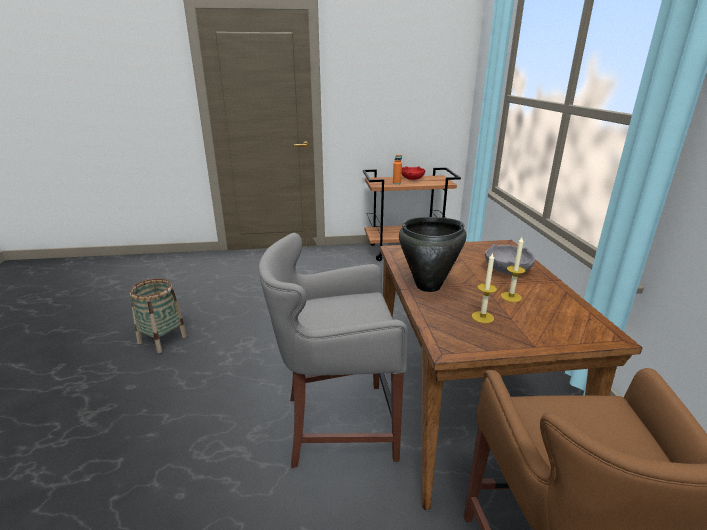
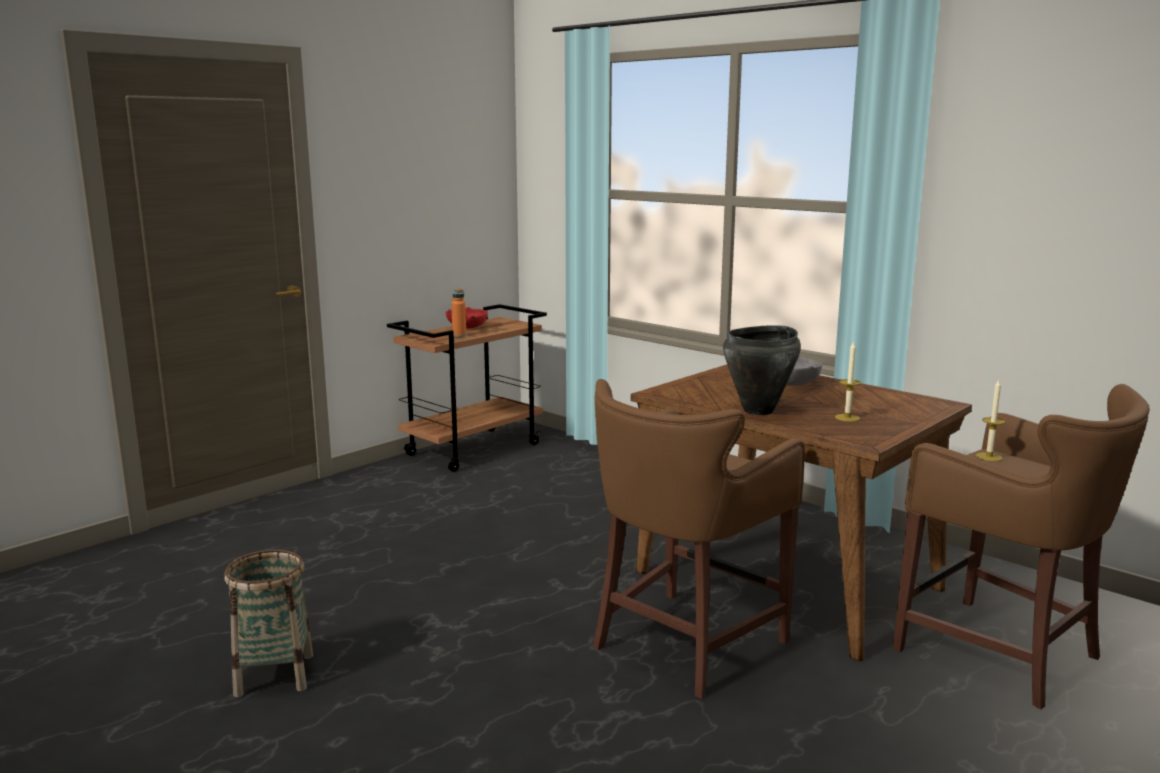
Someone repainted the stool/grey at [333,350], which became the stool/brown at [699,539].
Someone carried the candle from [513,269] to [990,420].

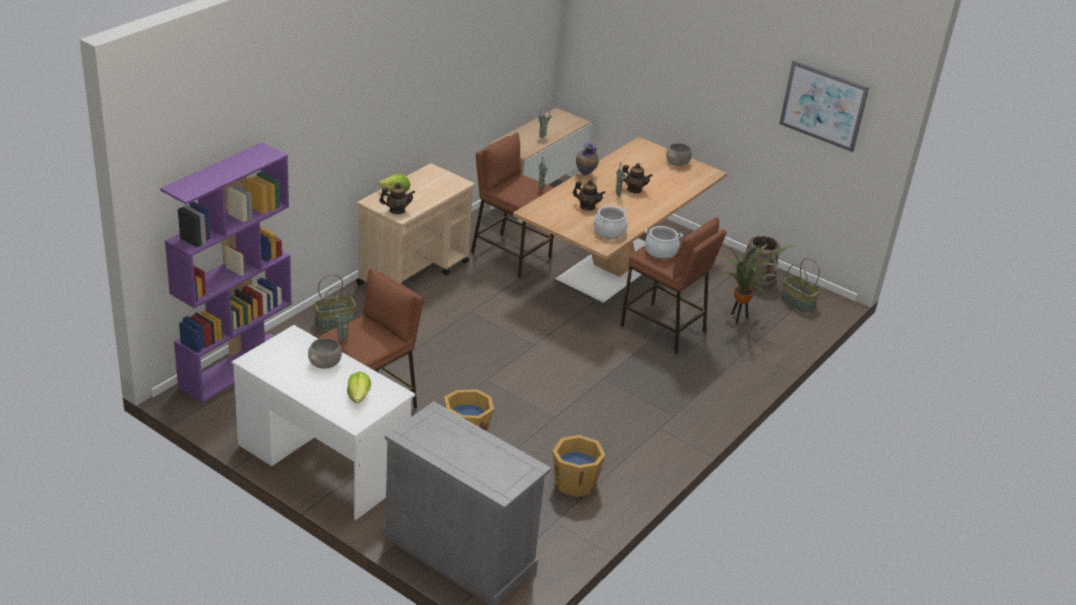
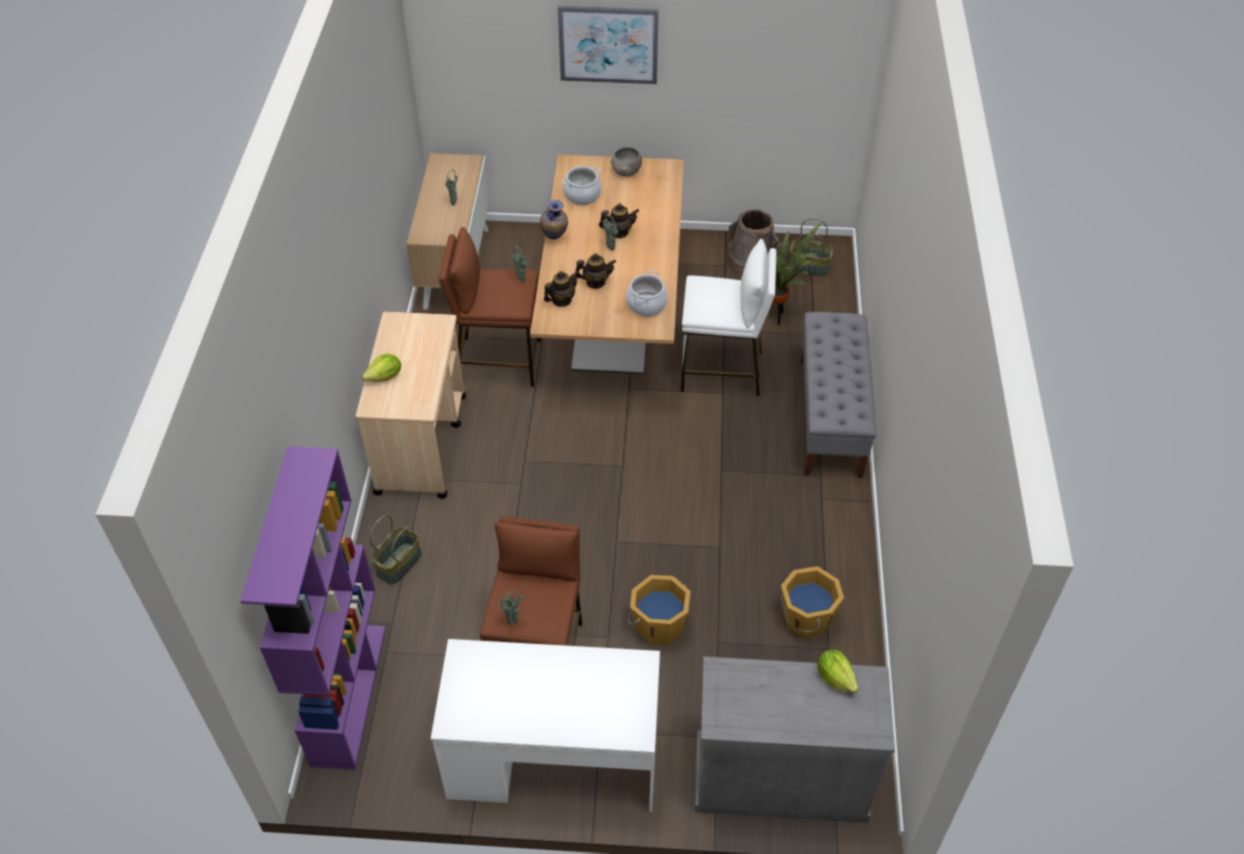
Someone carried the picture from [824,106] to [608,45].
Someone carried the teapot from [397,198] to [561,289].
Someone repainted the stool/brown at [673,285], which became the stool/white at [729,317].
Someone carried the cooking pot from [664,242] to [582,185].
Someone took away the bowl/grey at [325,353].
Someone carried the lettuce from [359,387] to [838,671].
Someone put down the bench/grey at [838,395].

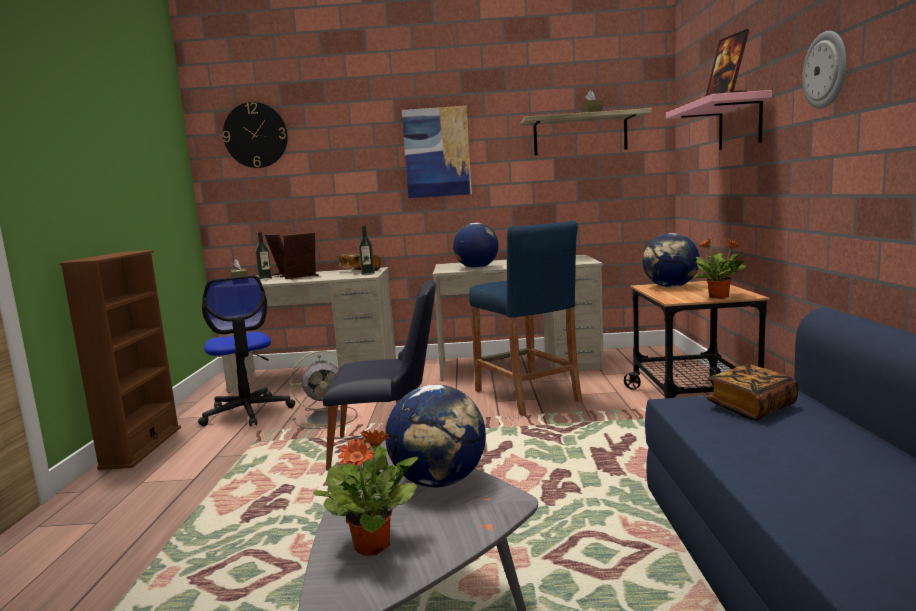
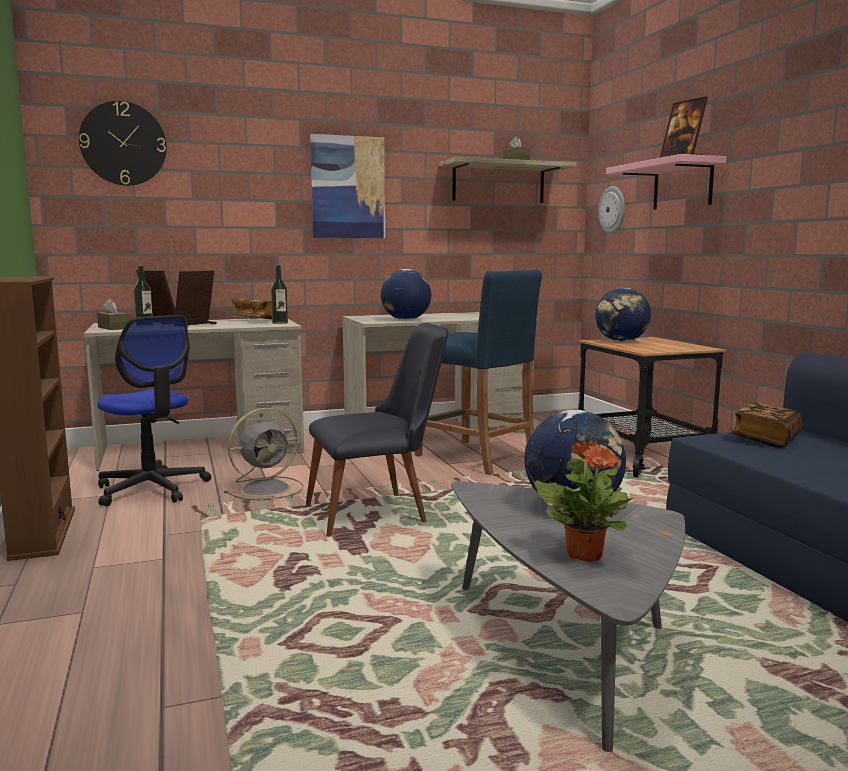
Someone carried the wall clock from [824,70] to [611,209].
Someone took away the potted plant at [720,268].

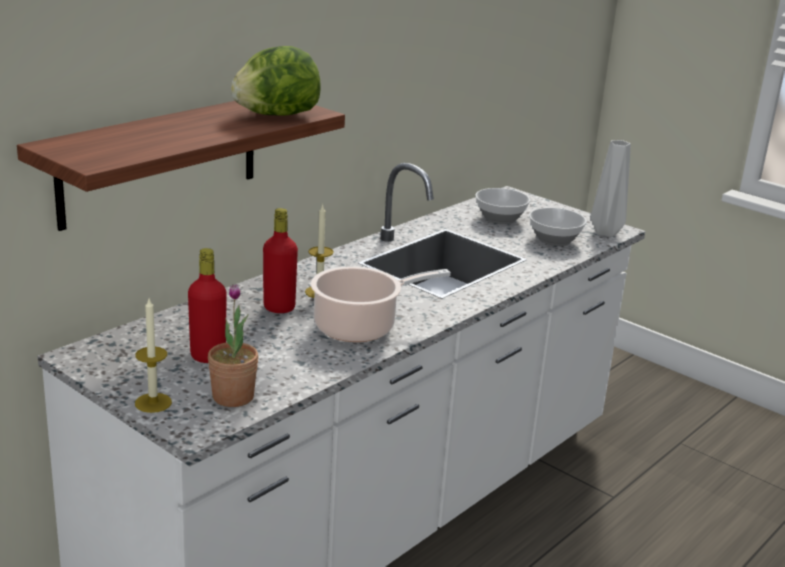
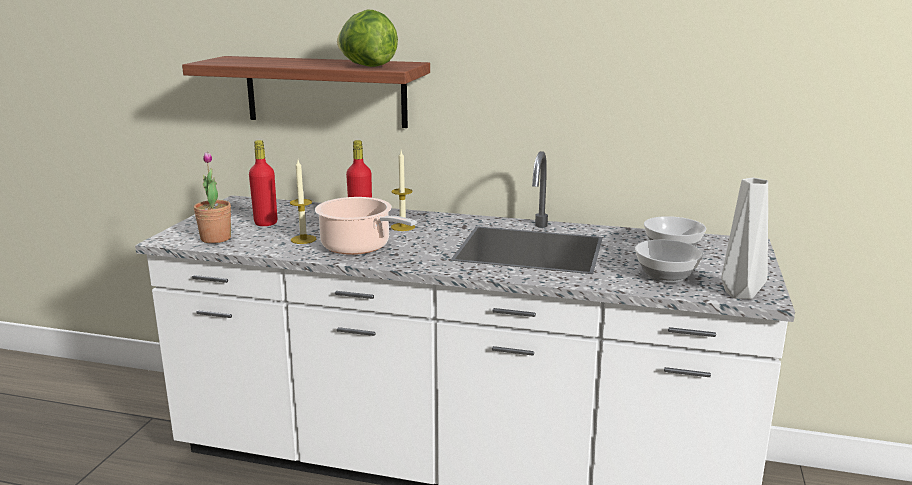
Someone carried the candle from [153,355] to [303,202].

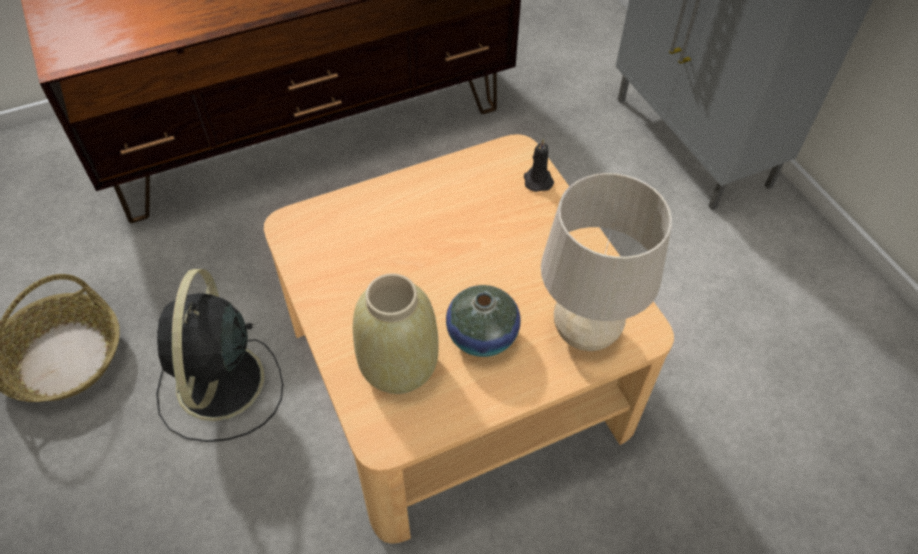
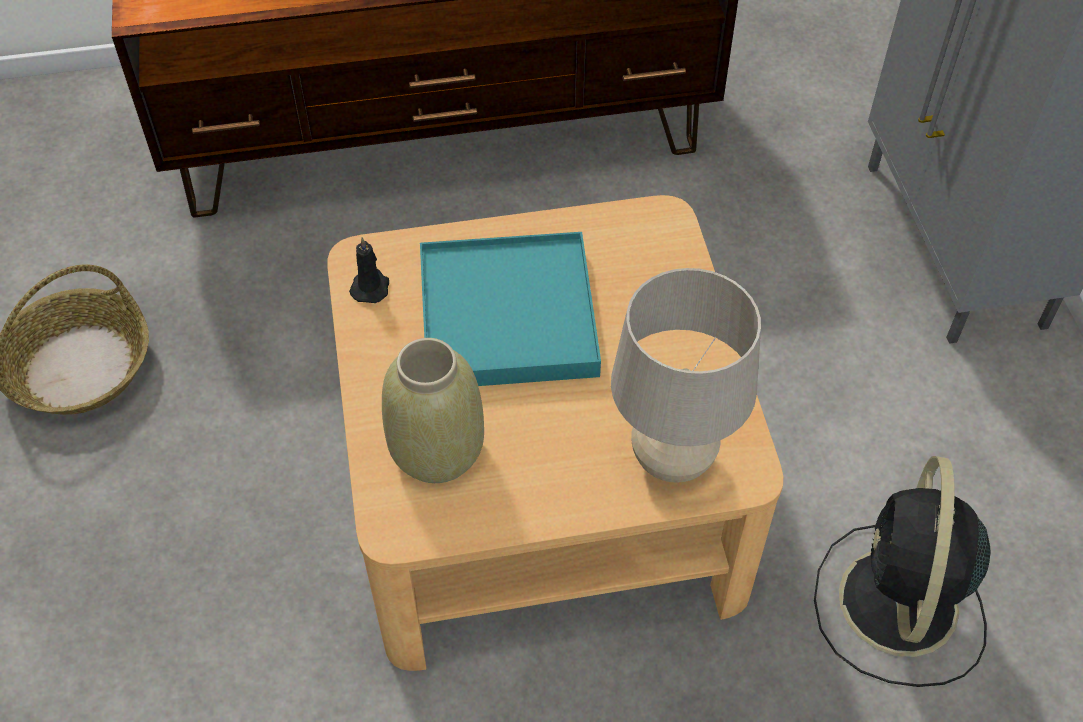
Someone carried the candle/black from [539,165] to [369,270].
Someone carried the fan/black from [219,355] to [902,571].
Someone took away the vase at [483,321].
Someone put down the tray/turquoise at [510,309].

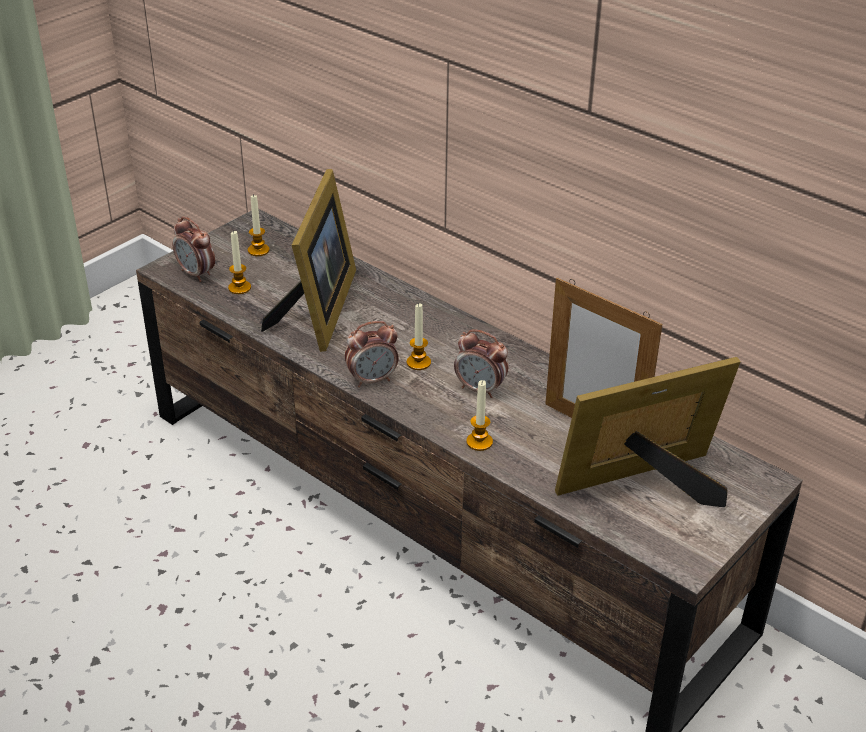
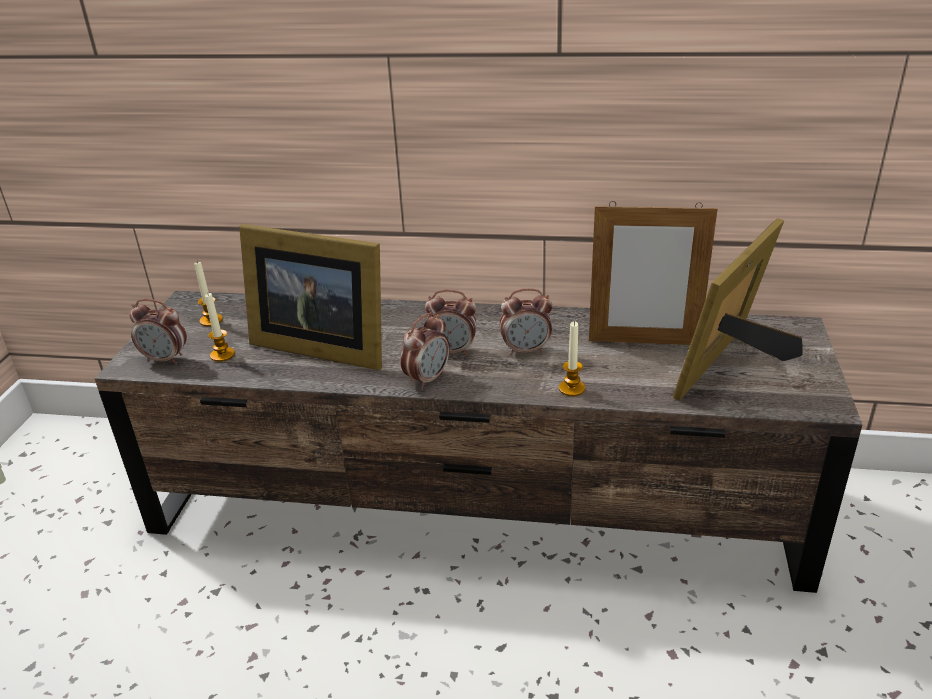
Someone rotated the picture frame at [308,260] by 135 degrees clockwise.
Someone swapped the candle at [419,337] for the alarm clock at [450,322].

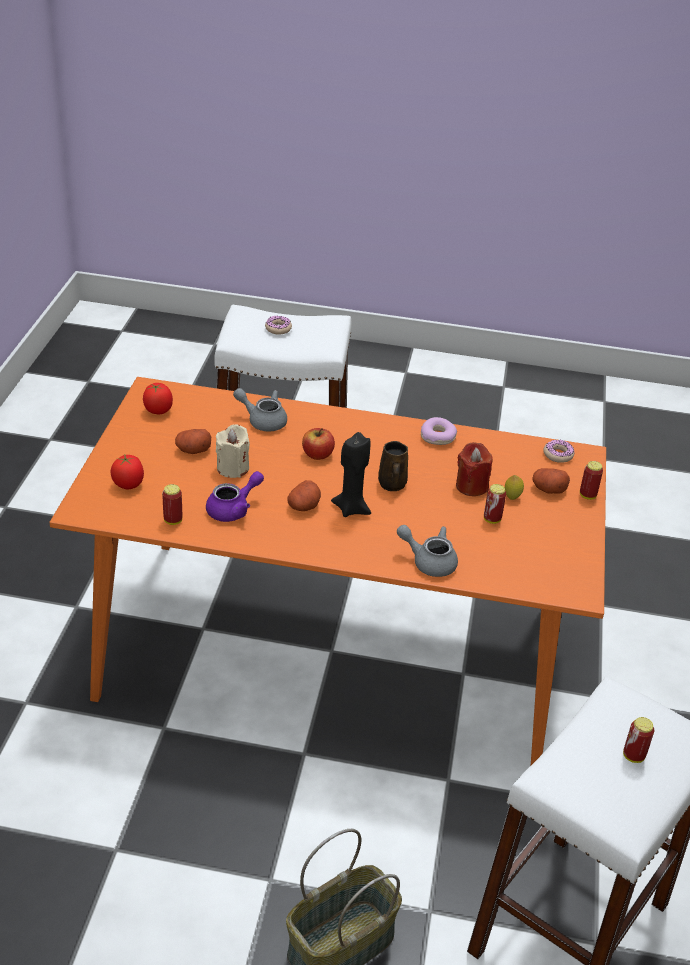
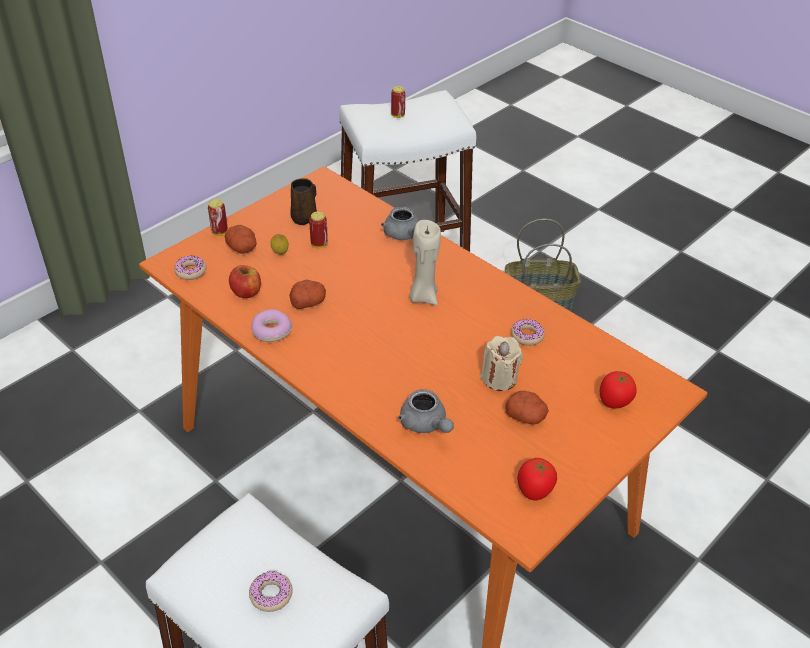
Someone carried the apple from [318,444] to [245,281].
Someone repainted the candle/black at [351,474], which became the candle/beige at [425,262].
Someone carried the mug/brown from [393,466] to [303,201].
Someone took away the candle/red at [474,469].
Someone swapped the teapot/purple at [235,496] for the donut at [528,332].
Someone carried the potato from [304,495] to [308,294].
Someone took away the can at [172,504].

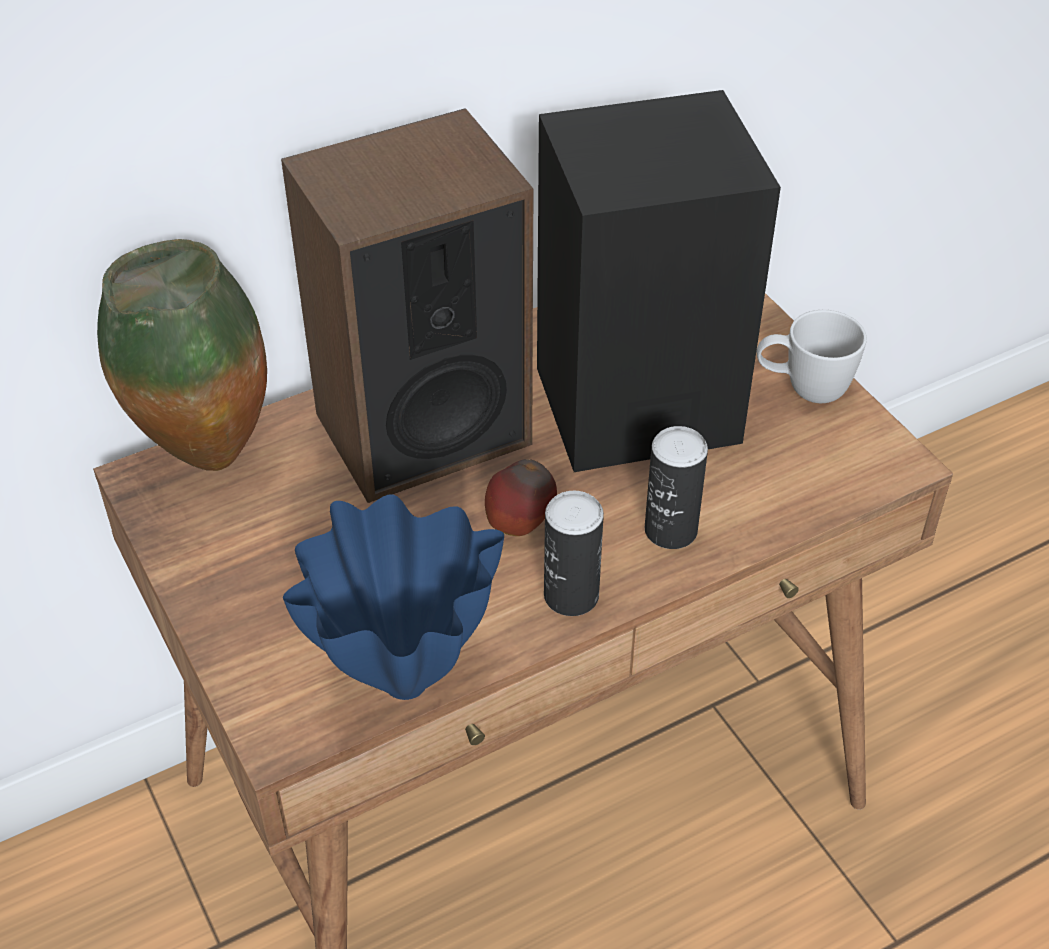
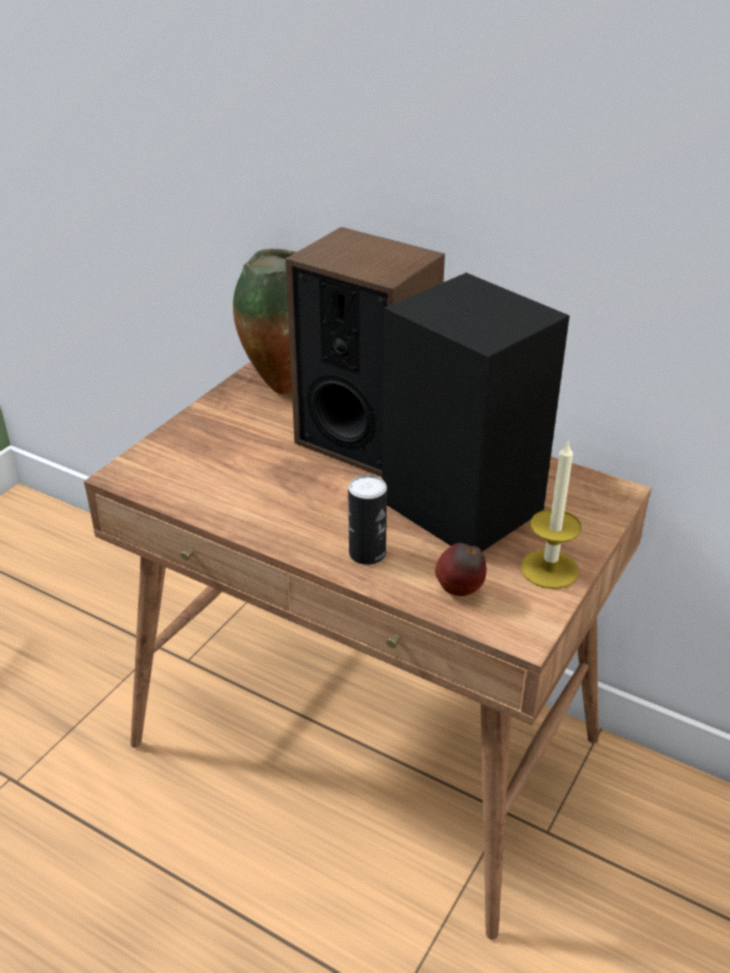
Someone swapped the mug/white at [812,356] for the candle at [551,514].
Someone carried the apple from [521,497] to [460,569].
Someone took away the can at [574,553].
Someone took away the vase/blue at [393,597].

